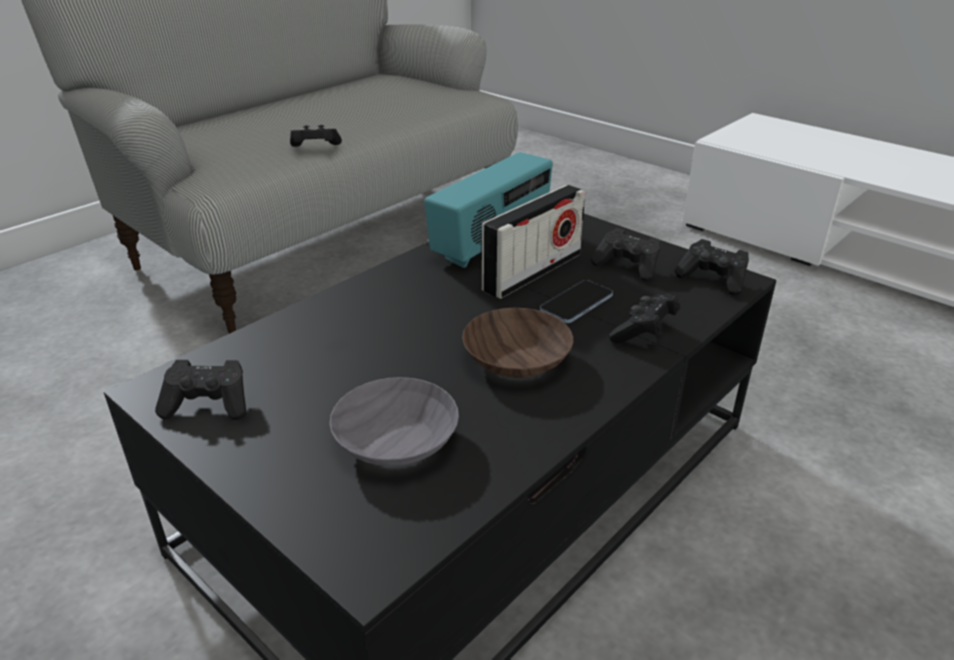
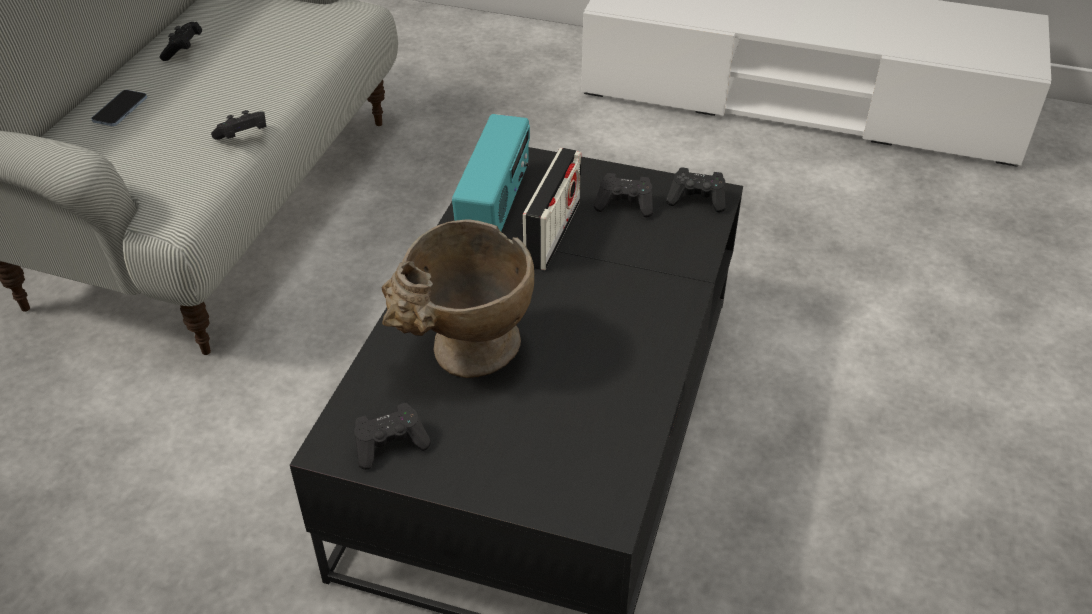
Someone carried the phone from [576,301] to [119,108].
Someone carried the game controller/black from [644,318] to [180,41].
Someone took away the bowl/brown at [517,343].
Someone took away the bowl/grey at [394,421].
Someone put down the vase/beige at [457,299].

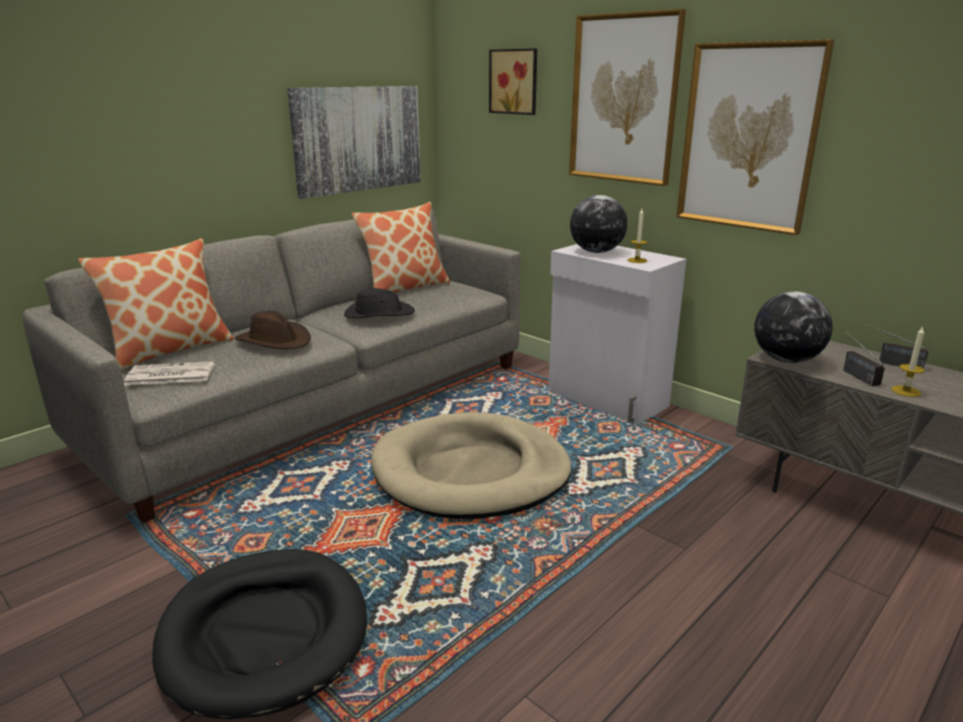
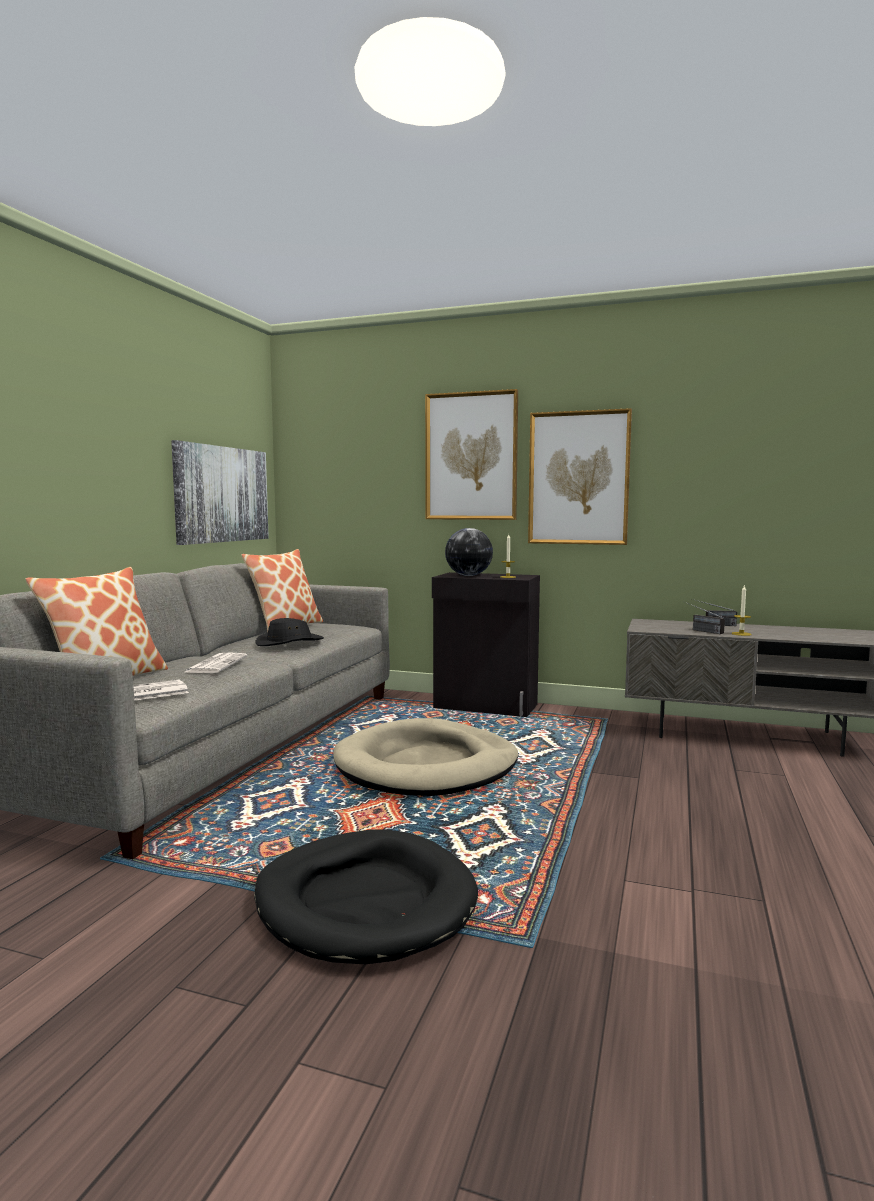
Someone took away the picture at [513,81].
Someone repainted the cabinet/white at [617,334], which became the cabinet/black at [486,644].
Someone took away the globe at [793,327].
Someone swapped the hat/brown at [273,330] for the newspaper at [216,663].

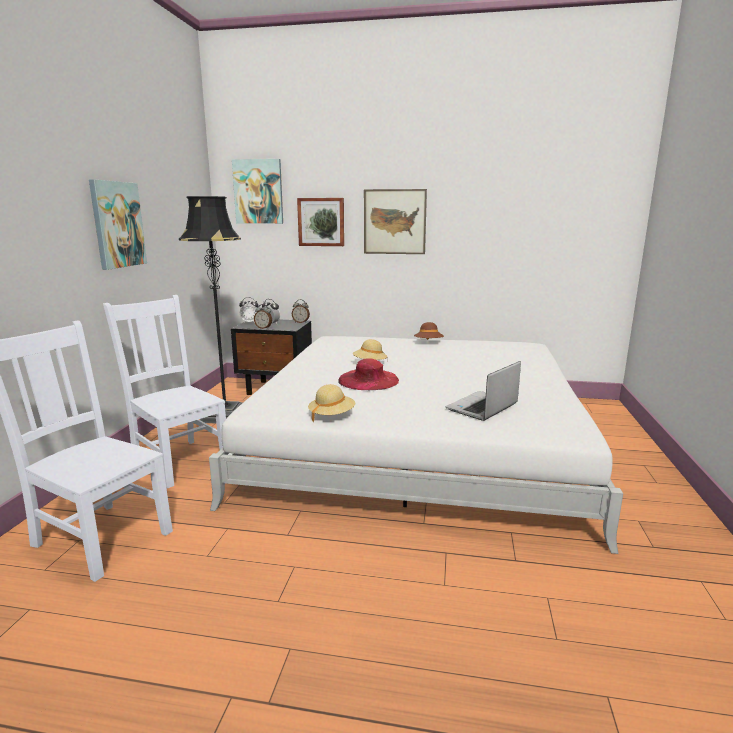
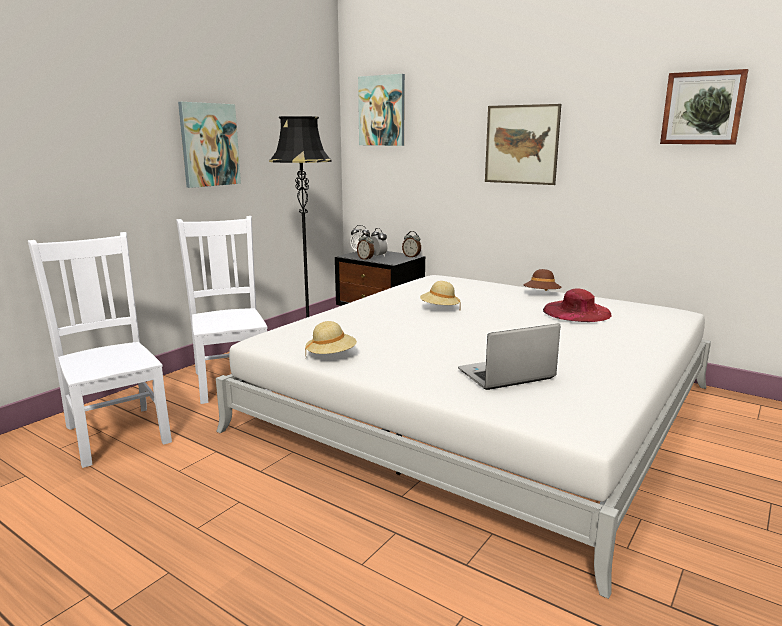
Someone carried the picture from [320,222] to [704,107].
Someone carried the hat/red from [368,374] to [577,305].

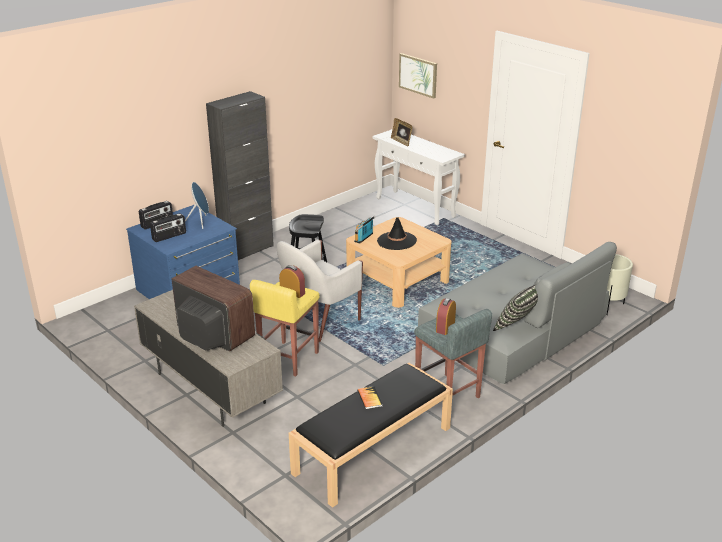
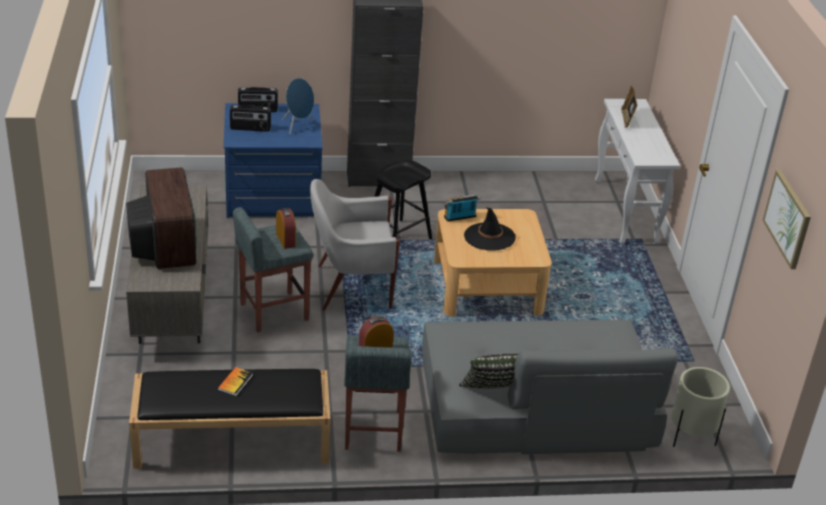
Someone carried the picture from [418,76] to [787,219].
Someone repainted the stool/yellow at [285,328], which became the stool/grey at [273,270].

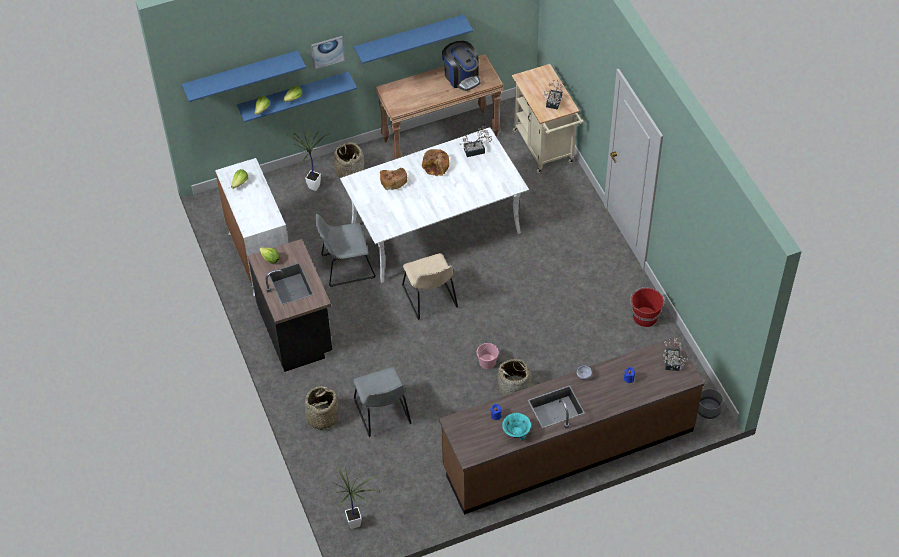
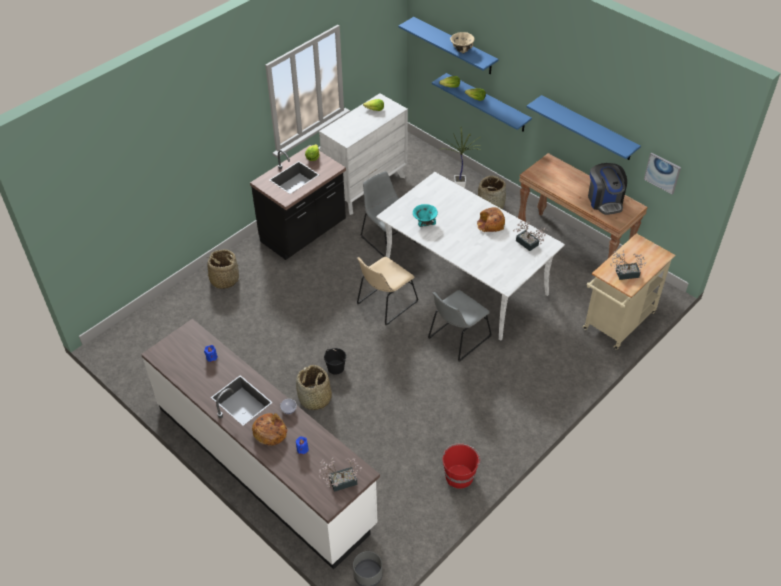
Someone carried the picture from [328,53] to [662,173].
Someone rotated the coffee machine at [461,66] by 45 degrees counterclockwise.
Someone carried the bread from [393,179] to [270,430].
Someone repainted the counter/brown at [571,425], which became the counter/white at [260,444].
Someone repainted the bucket/pink at [488,356], which became the bucket/black at [335,361].
Someone carried the chair/grey from [382,402] to [460,326].
Someone carried the bowl/turquoise from [516,426] to [425,215].
Someone took away the potted plant at [356,497].
Someone put down the bowl/beige at [462,43].

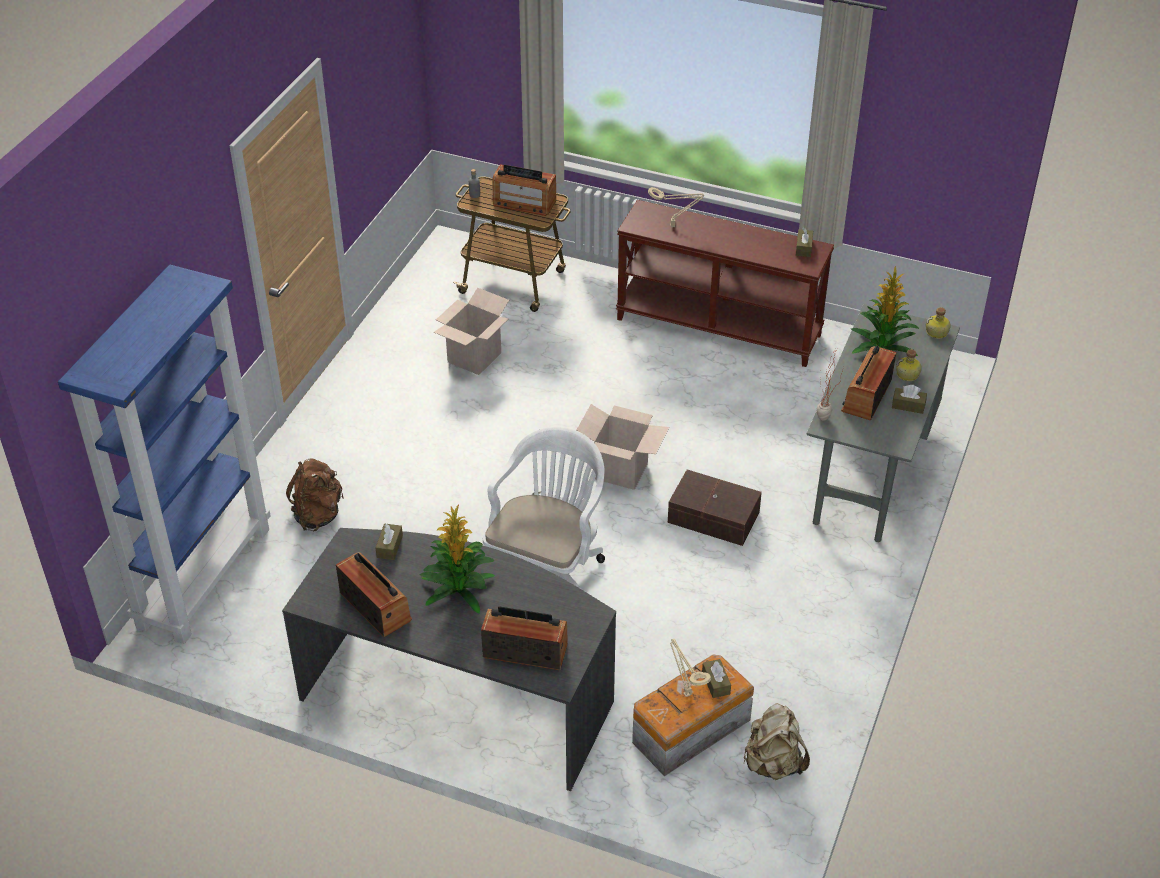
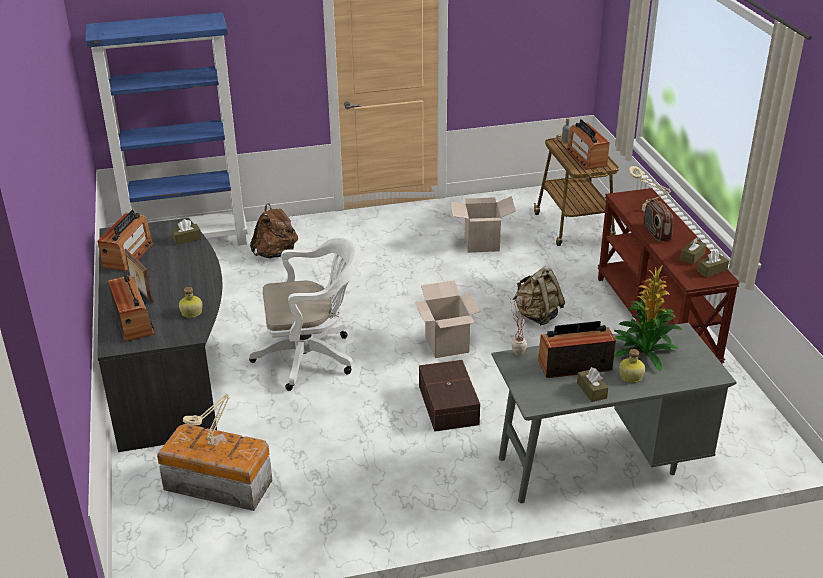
Someone carried the bottle from [938,323] to [191,302].
Someone took away the potted plant at [457,559].
Someone carried the tissue box/brown from [716,678] to [693,251].
Someone carried the backpack/beige from [776,741] to [539,296].
Someone put down the radio at [658,220].
Someone put down the picture frame at [139,276].

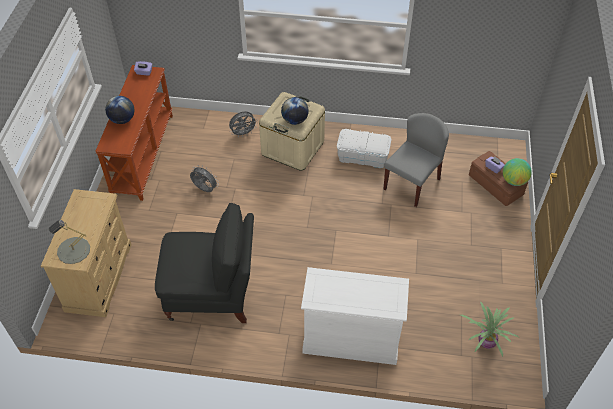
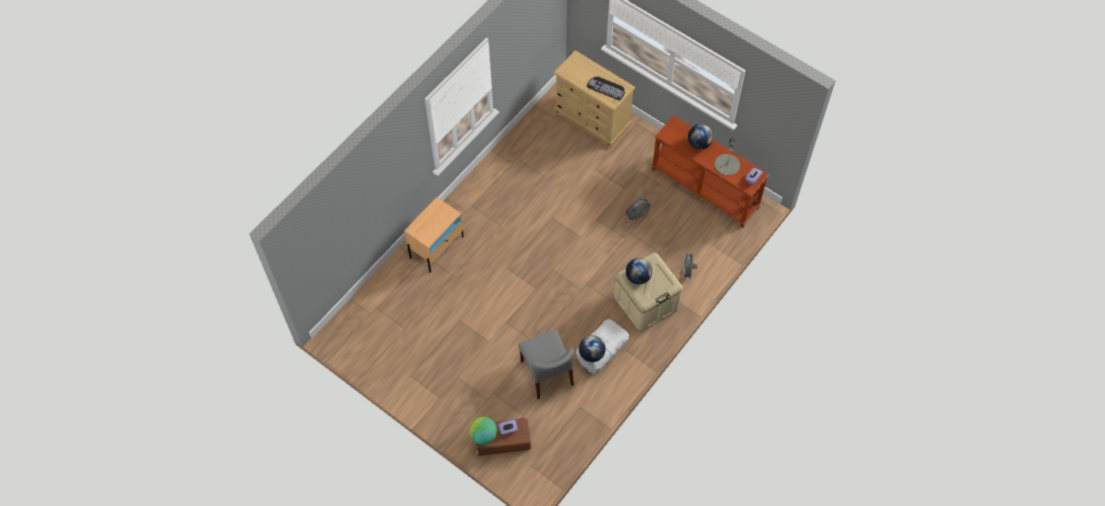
Someone took away the chair/black at [204,263].
Someone carried the table lamp/grey from [69,242] to [727,157].
Someone swapped the dresser/white at [355,316] for the nightstand/beige at [434,235].
Someone took away the potted plant at [489,329].
Someone put down the keyboard at [605,88].
Someone put down the globe at [592,348].

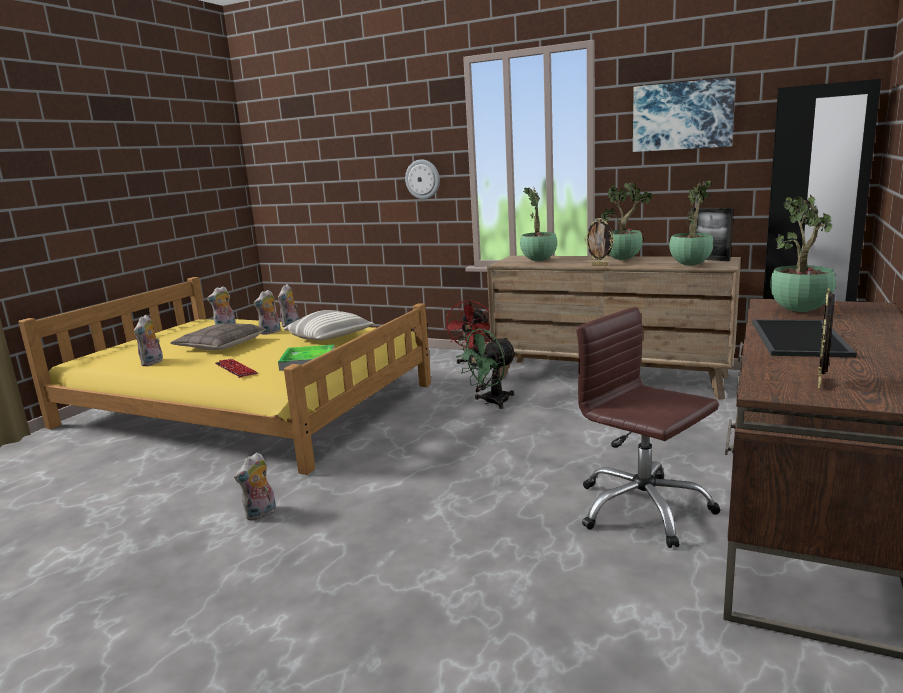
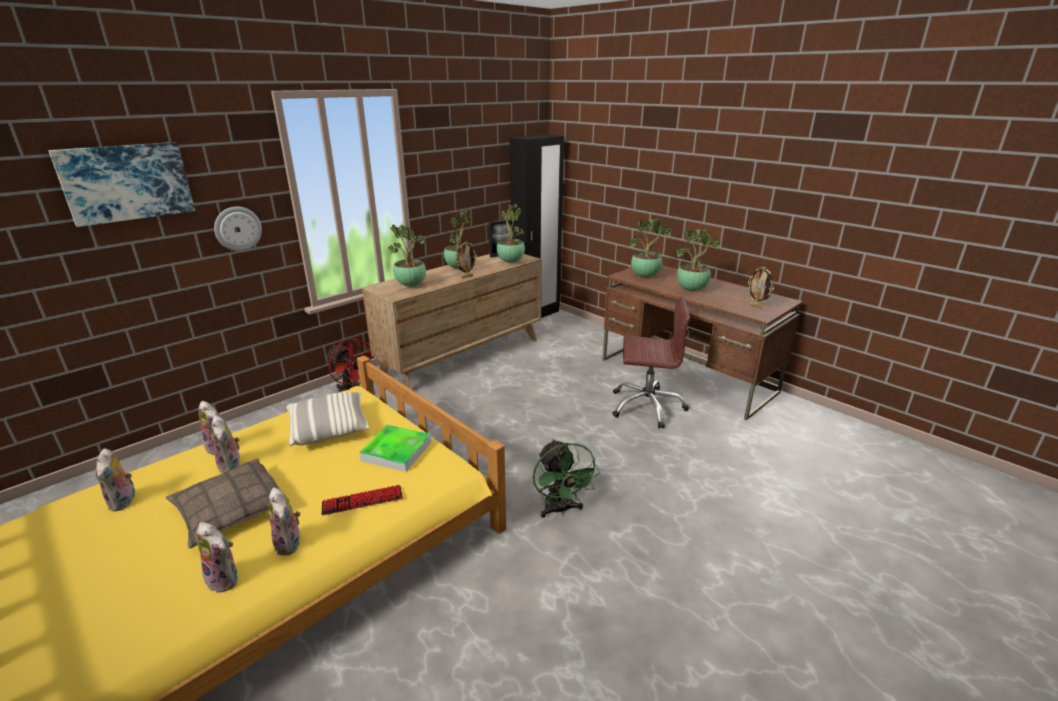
Someone carried the picture from [684,114] to [121,184].
Someone rotated the office chair/brown at [648,427] by 150 degrees counterclockwise.
Someone swapped the tray at [804,338] for the potted plant at [698,259].
Someone carried the fan/green from [486,368] to [566,478].
Someone carried the plush toy from [255,486] to [284,521].

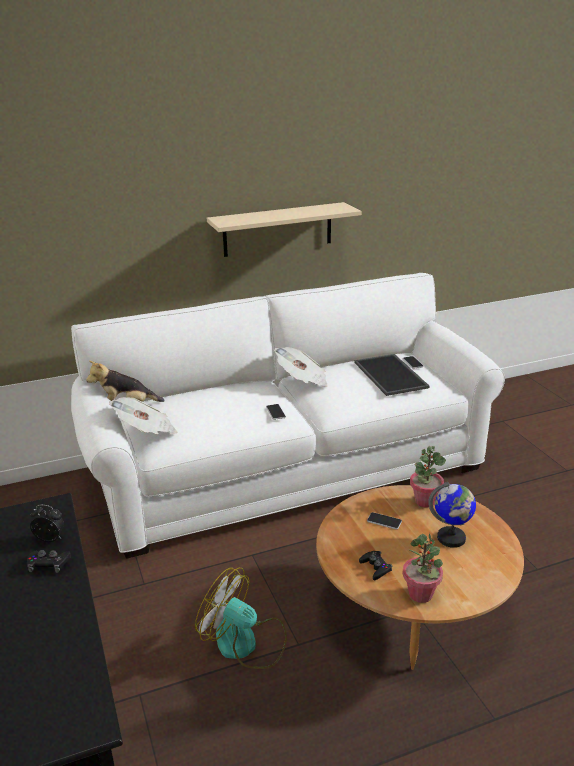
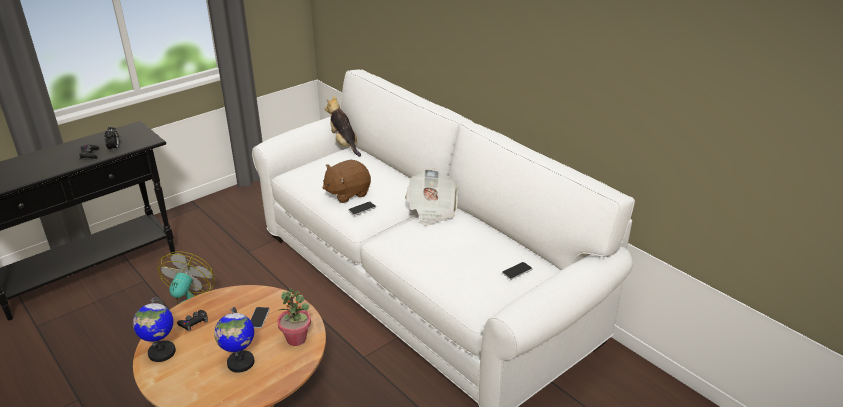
Someone took away the shelf/beige at [284,229].
Someone took away the tray at [391,375].
Someone took away the newspaper at [143,415].
Someone swapped the potted plant at [422,568] for the globe at [154,329].
Someone put down the plush toy/brown at [347,181].

